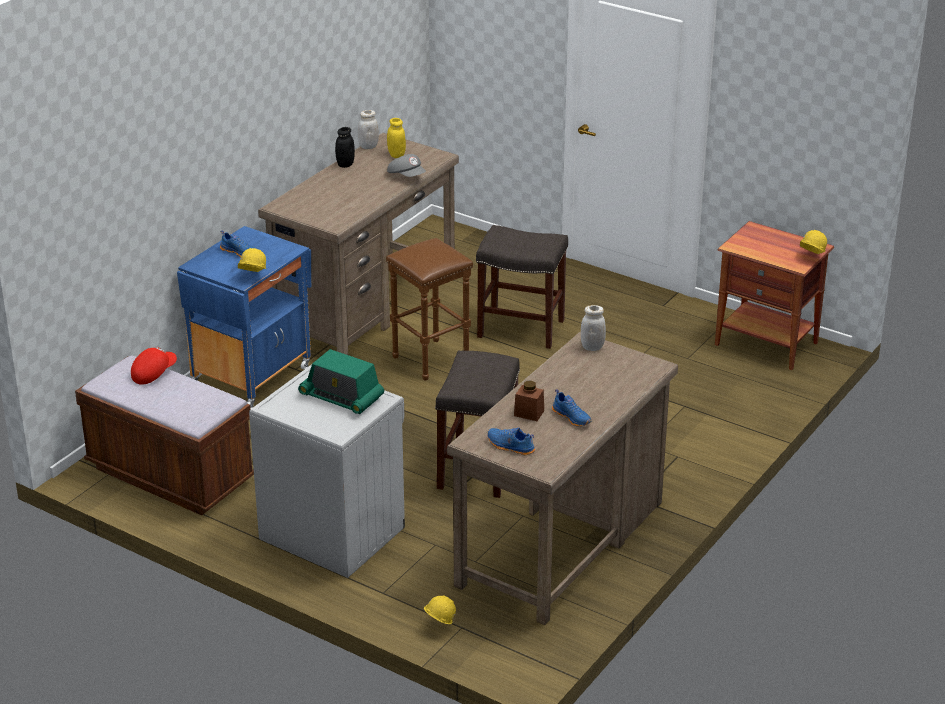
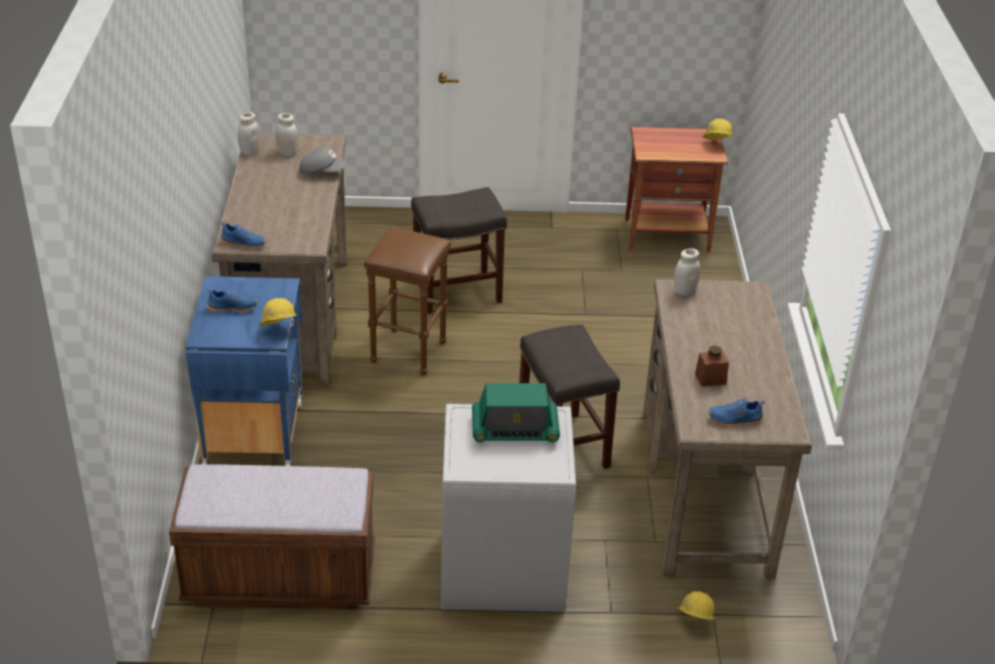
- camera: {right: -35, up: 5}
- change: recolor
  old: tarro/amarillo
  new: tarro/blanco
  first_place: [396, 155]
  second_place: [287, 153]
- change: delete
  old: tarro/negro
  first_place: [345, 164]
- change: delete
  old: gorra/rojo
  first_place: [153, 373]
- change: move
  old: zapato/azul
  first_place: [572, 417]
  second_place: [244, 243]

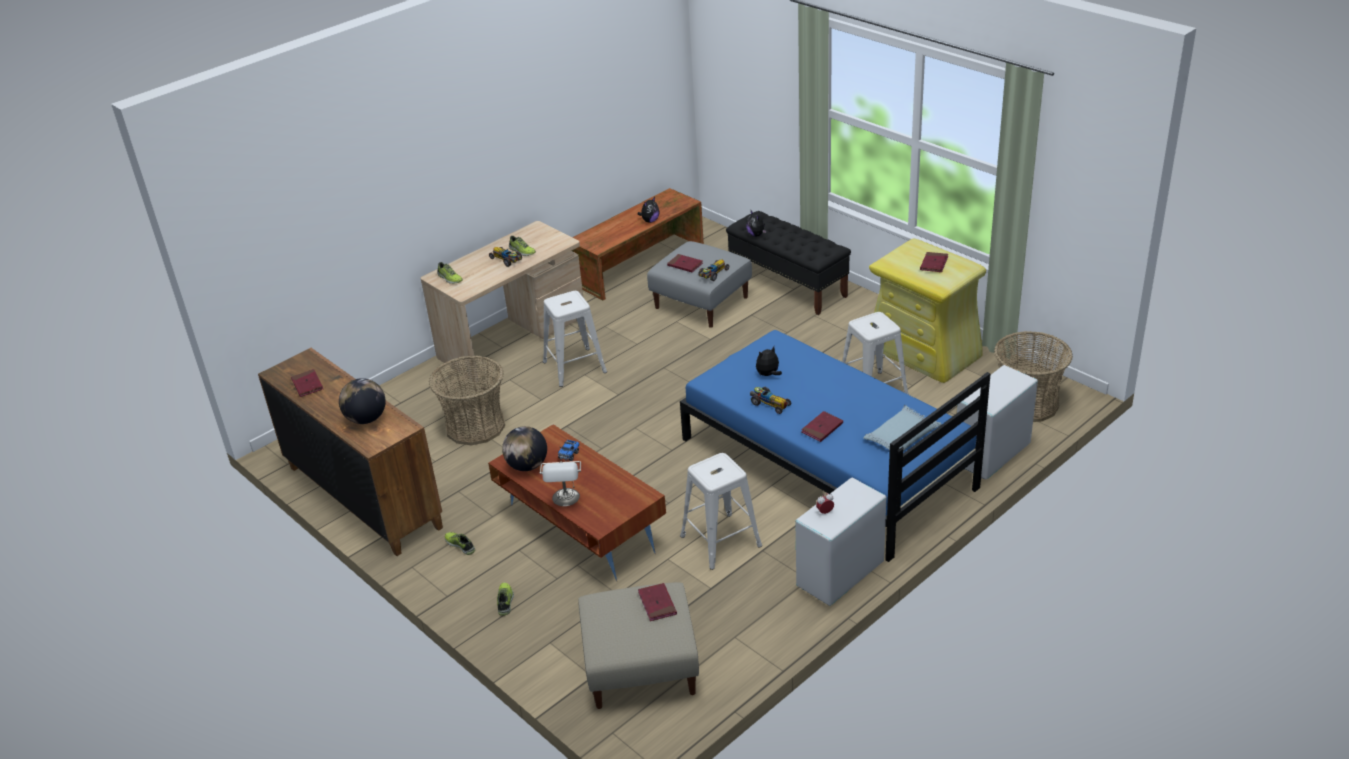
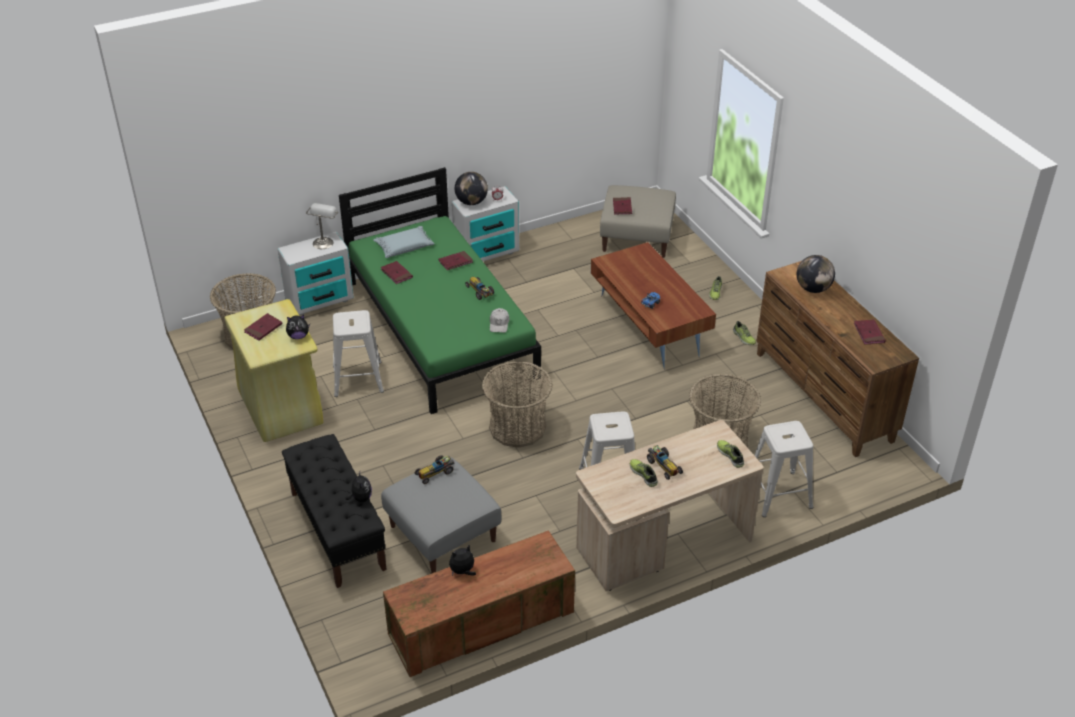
- camera: {right: -165, up: 5}
- change: move
  old: libro/rojo
  first_place: [685, 265]
  second_place: [396, 274]
- change: recolor
  old: cama/azul
  new: cama/verde
  first_place: [826, 463]
  second_place: [441, 329]
- change: move
  old: peluche
  first_place: [768, 375]
  second_place: [298, 336]
- change: move
  old: globo terráqueo
  first_place: [527, 466]
  second_place: [471, 202]
- change: move
  old: taburete/blanco
  first_place: [720, 541]
  second_place: [778, 494]
- change: move
  old: lámpara de mesa/blanco
  first_place: [566, 501]
  second_place: [324, 240]
- change: insert
  new: gorra/blanco
  second_place: [499, 324]
- change: insert
  new: cesta
  second_place: [517, 427]

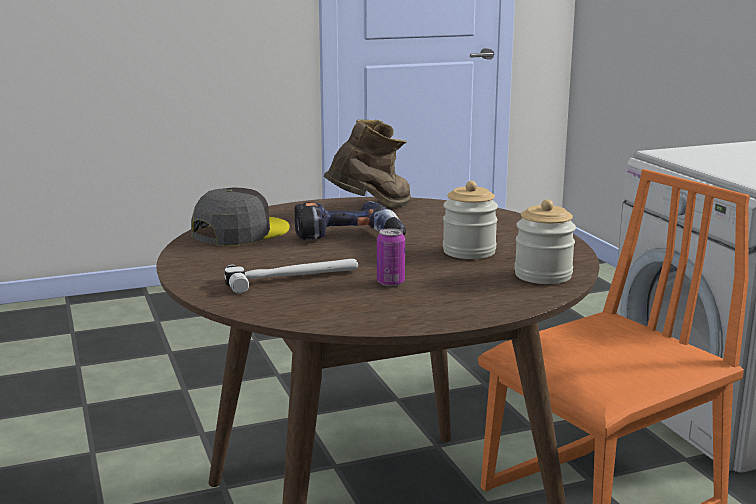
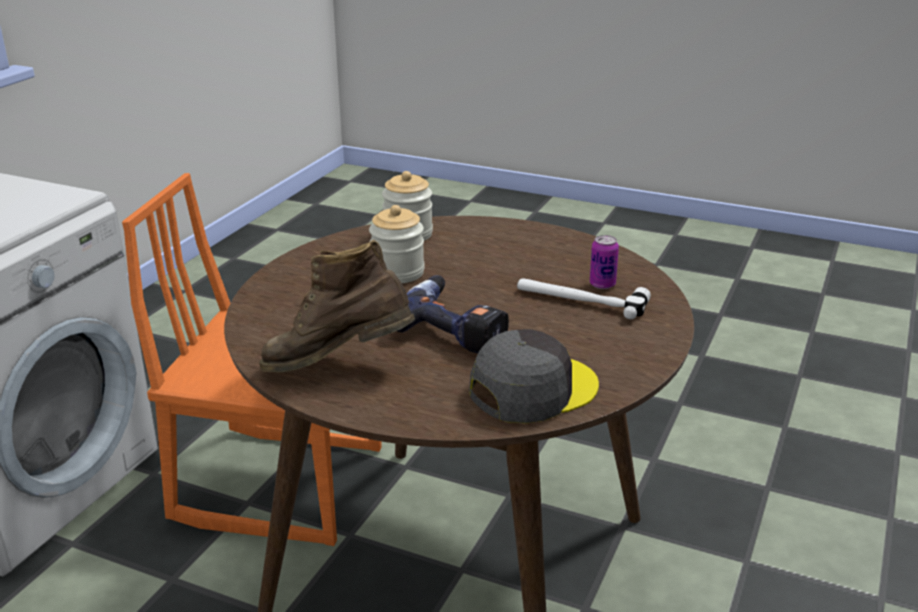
- camera: {right: -135, up: 10}
- change: rotate
  old: gorra/gris
  first_place: [240, 232]
  second_place: [532, 389]
  degrees: 150
- change: move
  old: lata
  first_place: [390, 282]
  second_place: [602, 284]

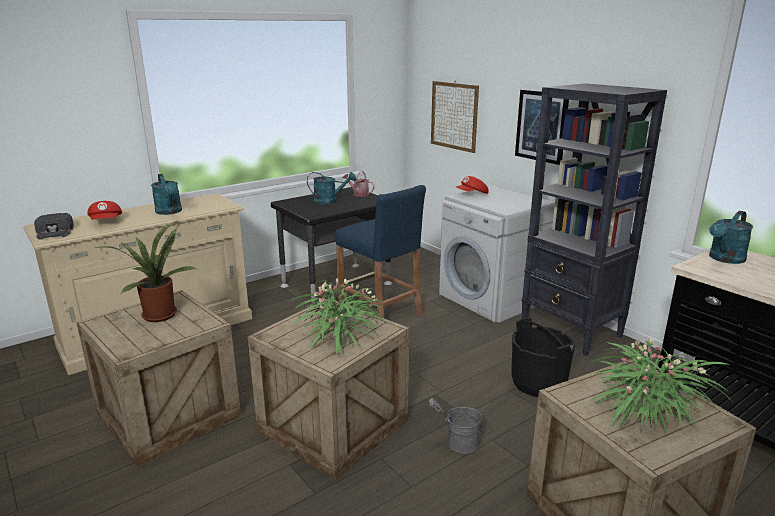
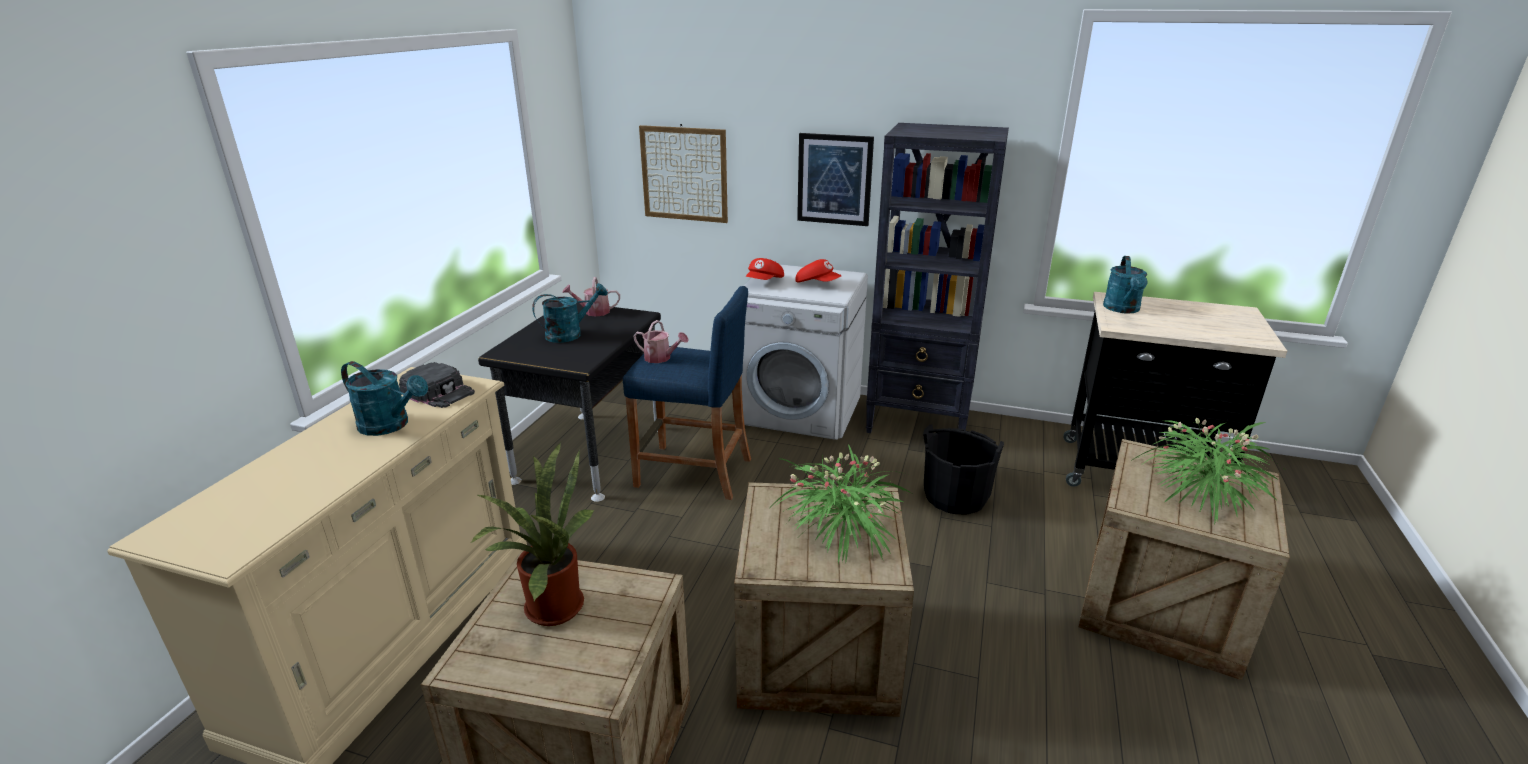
- camera: {right: -35, up: 5}
- change: move
  old: gorra/rojo
  first_place: [107, 222]
  second_place: [817, 284]
- change: move
  old: gorra/negro
  first_place: [55, 231]
  second_place: [439, 392]
- change: delete
  old: cubo/gris
  first_place: [457, 444]
- change: insert
  new: regadera
  second_place: [661, 358]

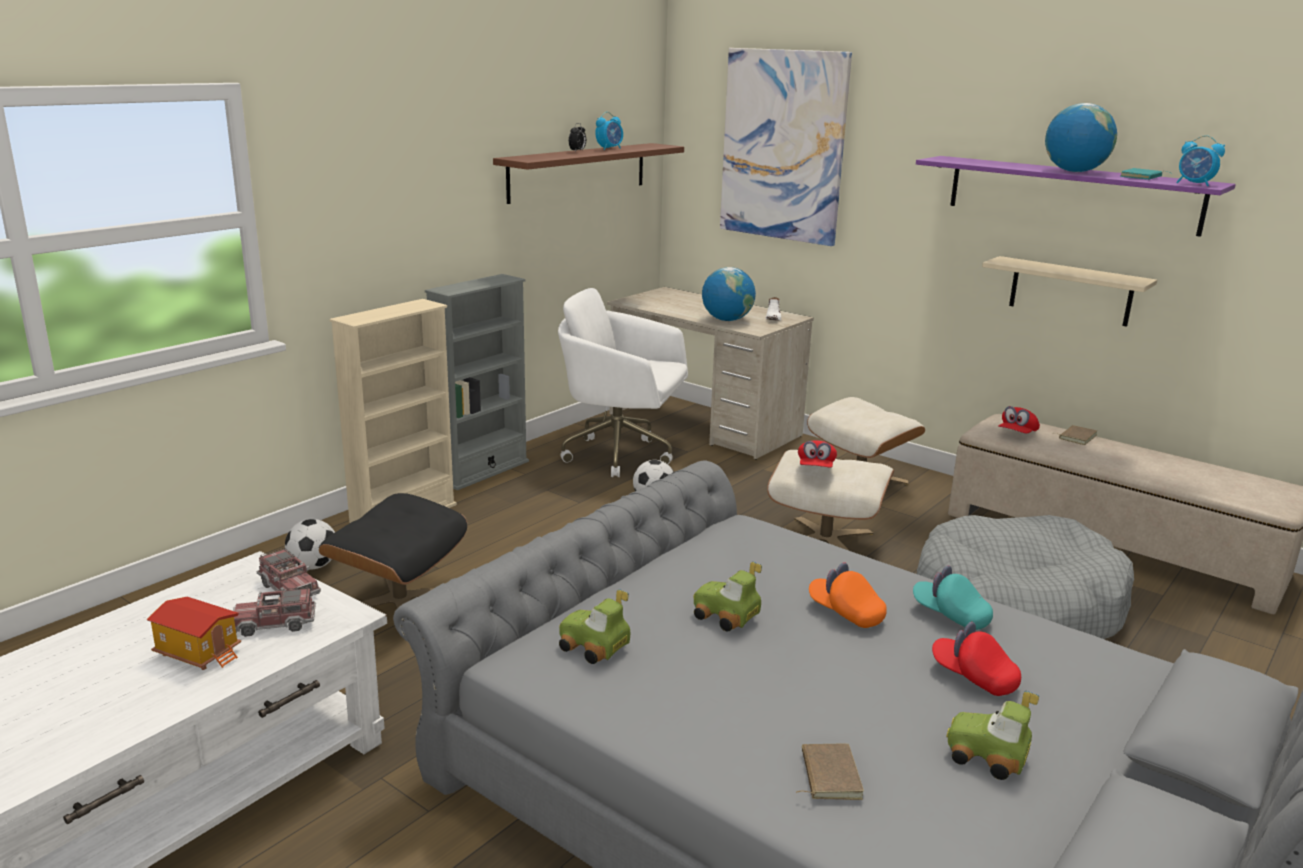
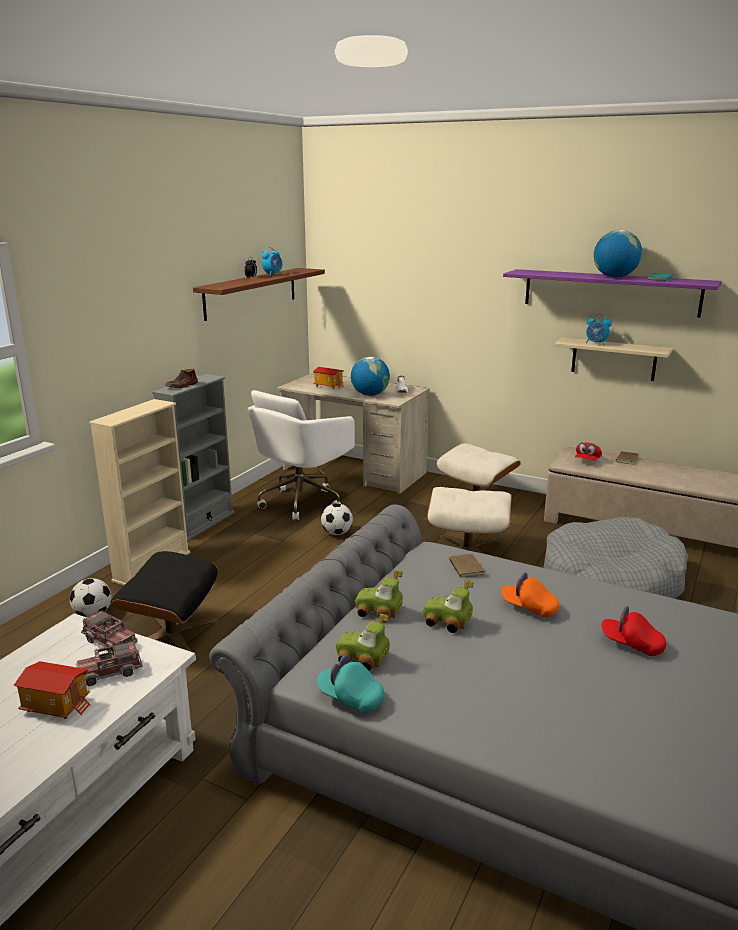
- camera: {right: -10, up: 0}
- change: delete
  old: cuadro
  first_place: [783, 146]
- change: move
  old: despertador
  first_place: [1194, 184]
  second_place: [596, 343]
- change: rotate
  old: silla de oficina/blanco
  first_place: [622, 456]
  second_place: [303, 501]
  degrees: -60
- change: delete
  old: gorra/rojo
  first_place: [815, 468]
- change: move
  old: gorra/turquesa
  first_place: [950, 615]
  second_place: [350, 698]
- change: move
  old: coche de juguete
  first_place: [986, 757]
  second_place: [378, 612]
- change: move
  old: libro/marrón
  first_place: [828, 775]
  second_place: [464, 568]
- change: insert
  new: casita
  second_place: [329, 386]
- change: insert
  new: zapato/marrón
  second_place: [182, 386]

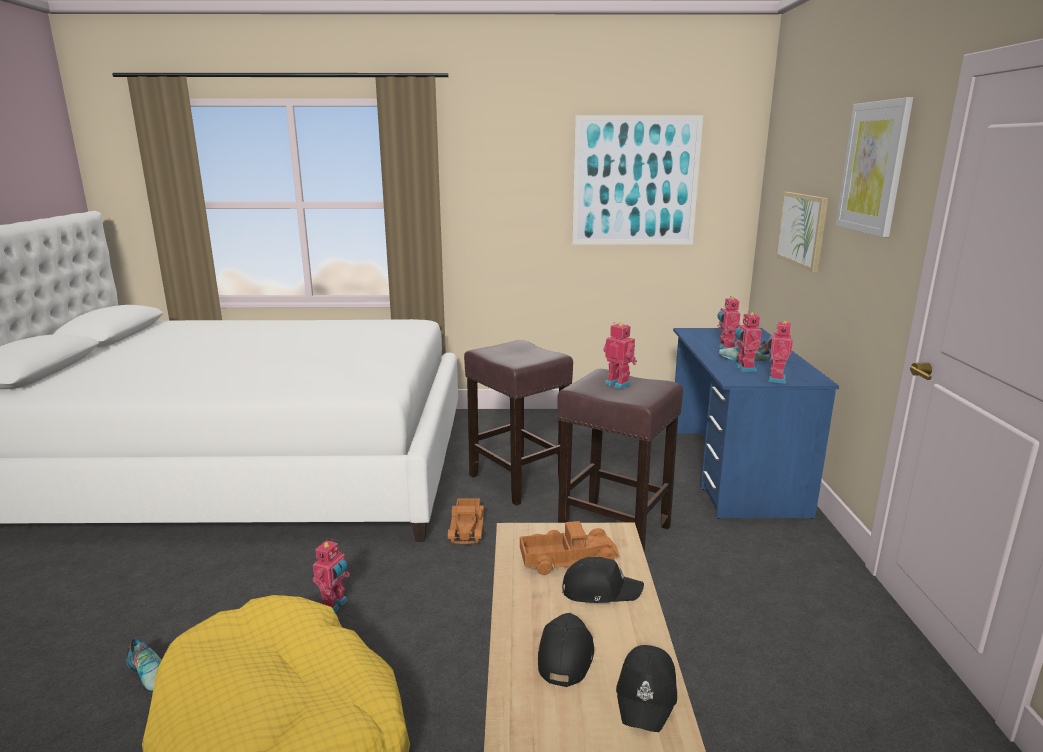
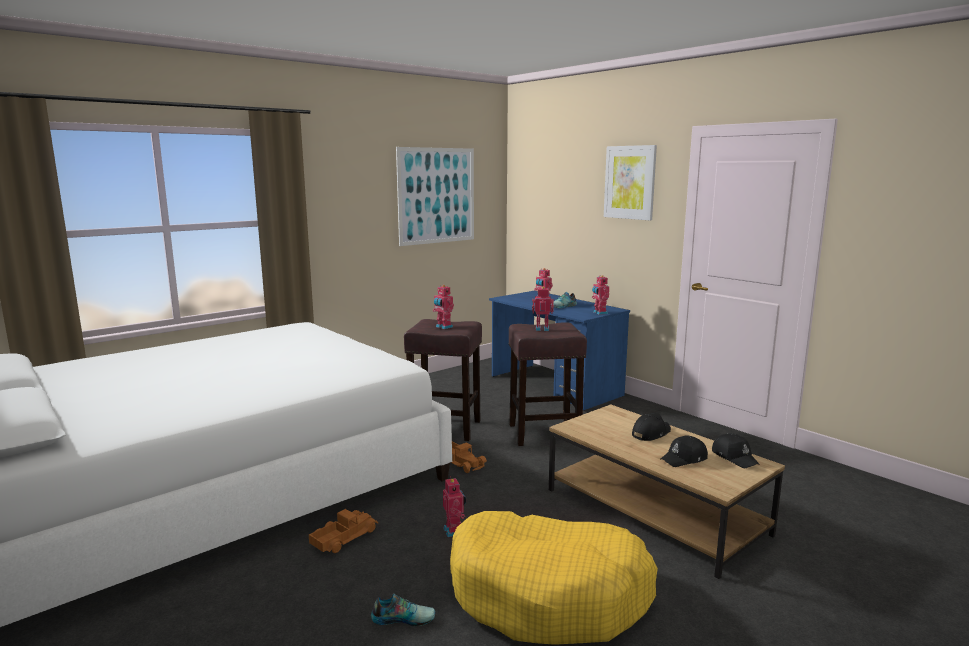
- camera: {right: -40, up: -5}
- change: delete
  old: cuadro
  first_place: [802, 229]
- change: move
  old: robot de juguete
  first_place: [744, 368]
  second_place: [443, 327]
- change: move
  old: camión de juguete
  first_place: [567, 559]
  second_place: [343, 537]
- change: rotate
  old: gorra/negro
  first_place: [565, 654]
  second_place: [684, 459]
  degrees: -90

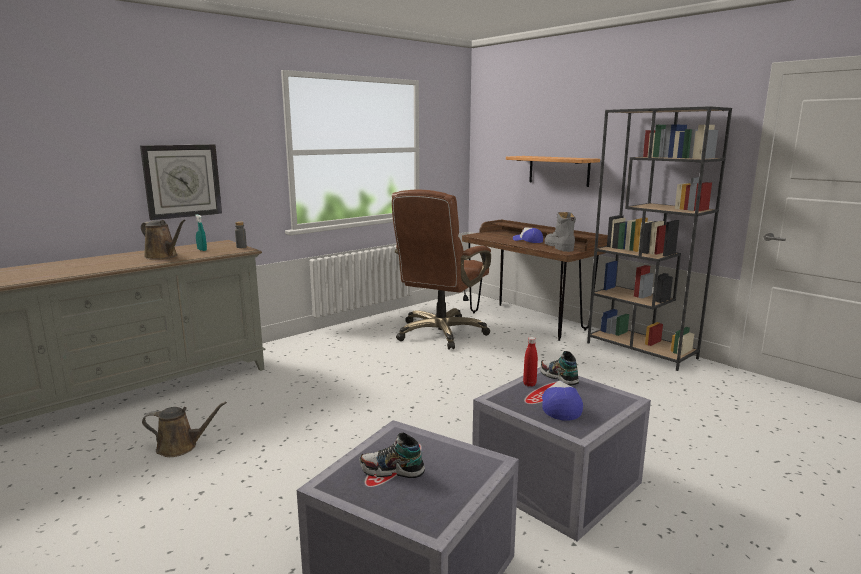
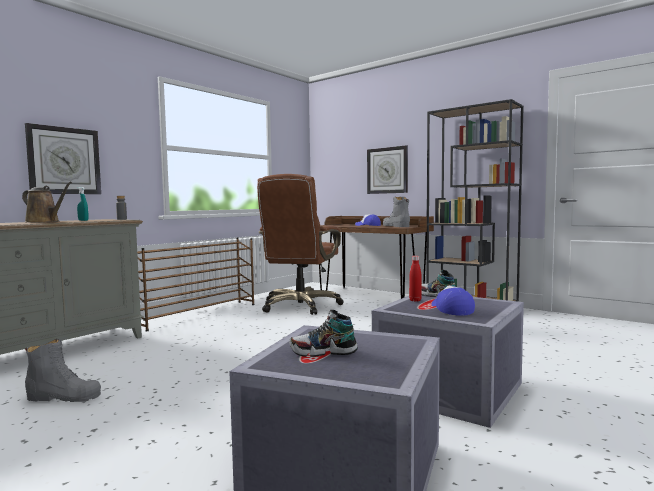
- camera: {right: -10, up: -10}
- change: replace
  old: estante
  new: reloj de pared
  first_place: [558, 170]
  second_place: [387, 170]
- change: replace
  old: regadera/marrón
  new: bota/gris
  first_place: [181, 447]
  second_place: [64, 397]
- change: insert
  new: zapatero/marrón
  second_place: [199, 315]

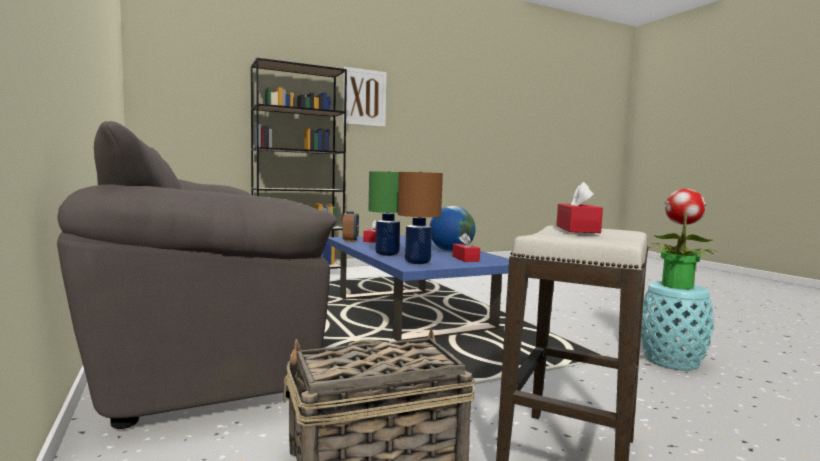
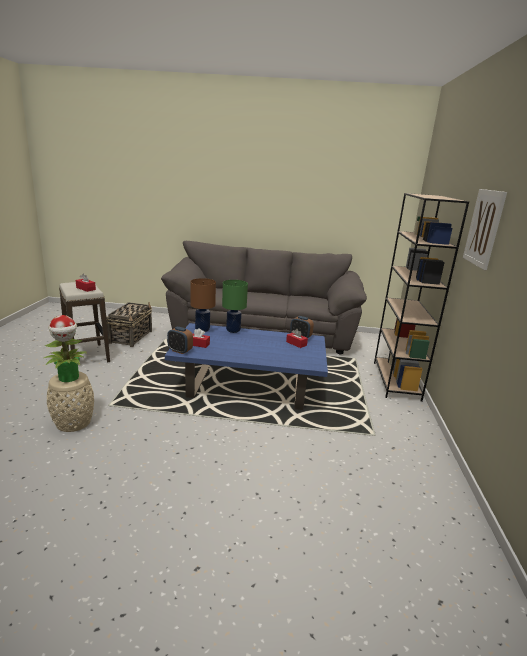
- camera: {right: 120, up: 15}
- change: delete
  old: globo terráqueo
  first_place: [451, 251]
- change: recolor
  old: taburete/turquesa
  new: taburete/beis
  first_place: [671, 361]
  second_place: [73, 422]
- change: insert
  new: despertador
  second_place: [180, 351]

